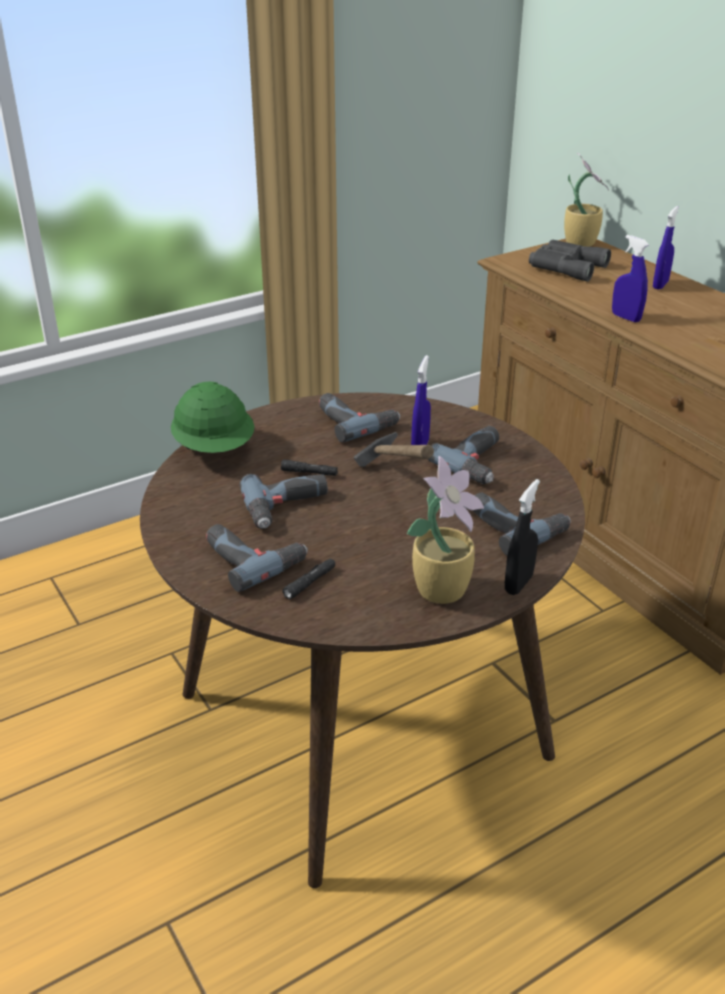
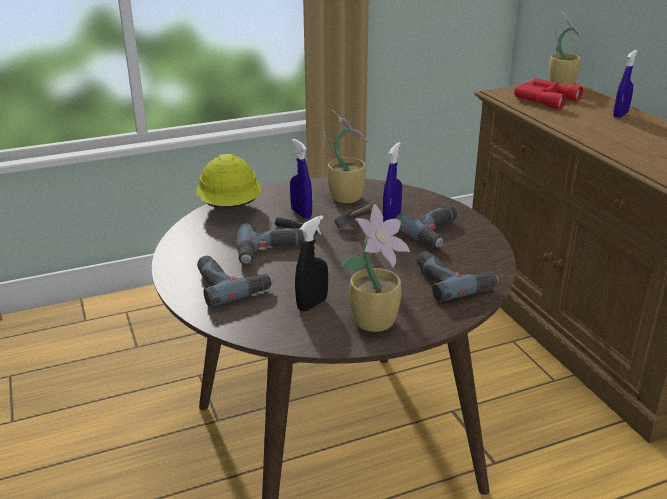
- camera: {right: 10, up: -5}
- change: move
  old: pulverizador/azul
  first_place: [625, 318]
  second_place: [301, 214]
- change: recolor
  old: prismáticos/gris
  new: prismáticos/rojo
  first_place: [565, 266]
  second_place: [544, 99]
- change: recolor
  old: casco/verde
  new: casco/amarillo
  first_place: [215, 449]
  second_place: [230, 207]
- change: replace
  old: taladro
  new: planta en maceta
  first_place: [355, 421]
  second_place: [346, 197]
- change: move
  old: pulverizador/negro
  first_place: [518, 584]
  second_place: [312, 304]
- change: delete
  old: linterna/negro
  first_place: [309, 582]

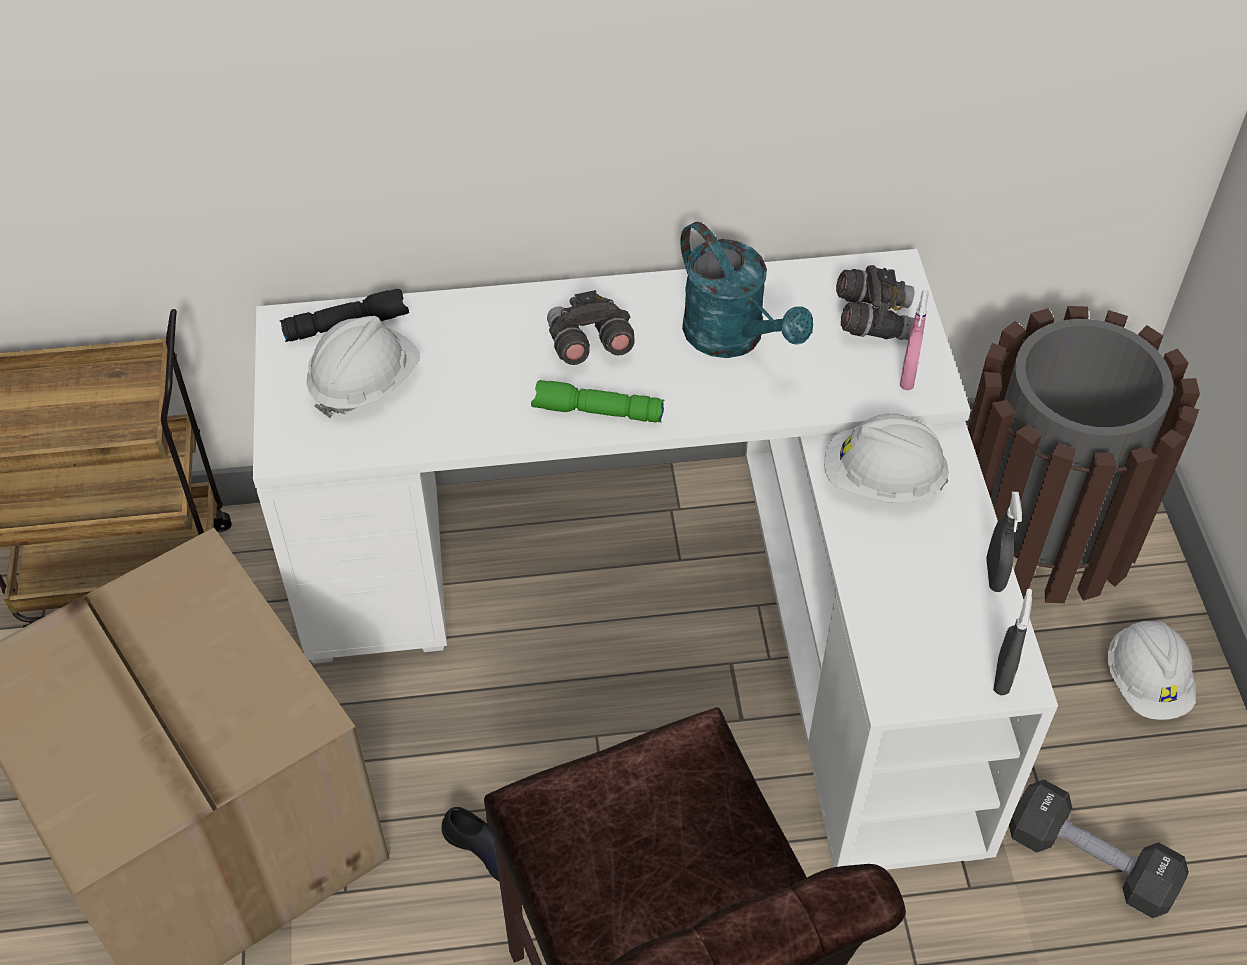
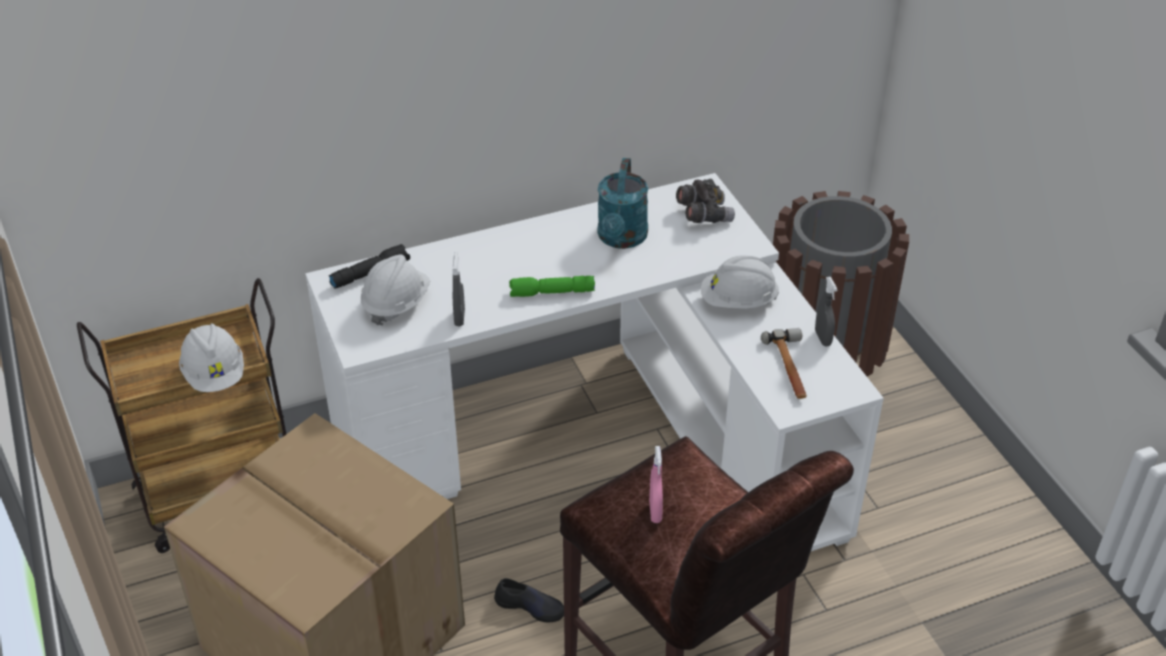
- camera: {right: -15, up: -10}
- change: rotate
  old: regadera/turquesa
  first_place: [734, 338]
  second_place: [621, 239]
  degrees: 60
- change: delete
  old: prismáticos/gris
  first_place: [588, 345]
- change: move
  old: pulverizador/rosa
  first_place: [908, 376]
  second_place: [655, 512]
- change: move
  old: pulverizador/gris
  first_place: [1002, 676]
  second_place: [459, 318]
- change: move
  old: casco/blanco
  first_place: [1146, 683]
  second_place: [215, 375]
- change: delete
  old: mancuerna/negro
  first_place: [1090, 861]
- change: insert
  new: martillo
  second_place: [790, 368]

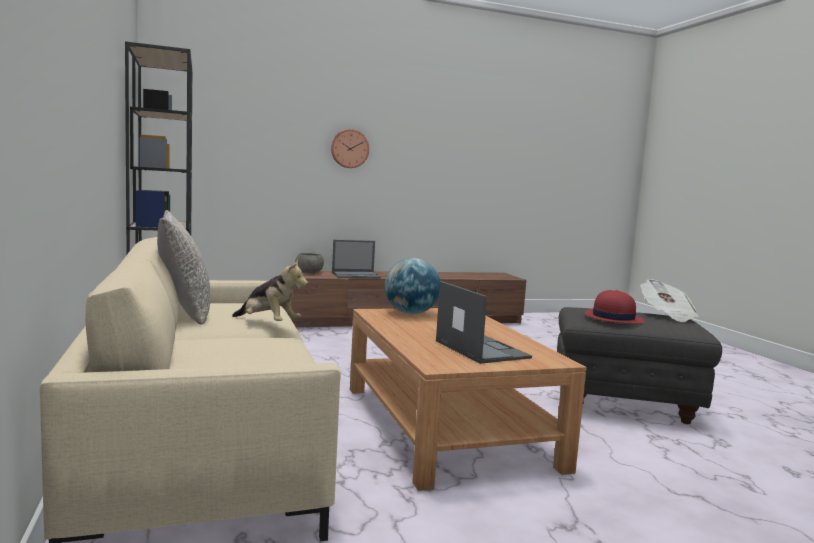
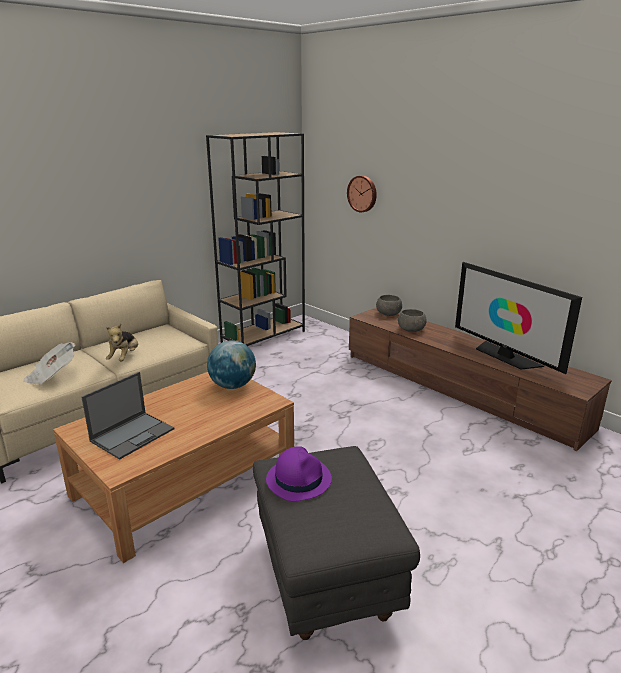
- camera: {right: 65, up: 15}
- change: move
  old: reloj de pared
  first_place: [349, 148]
  second_place: [362, 193]
- change: delete
  old: cojín/gris
  first_place: [184, 312]
- change: replace
  old: portátil
  new: cuenco/gris
  first_place: [356, 275]
  second_place: [411, 329]
- change: move
  old: periódico
  first_place: [667, 315]
  second_place: [52, 376]
- change: recolor
  old: sombrero/rojo
  new: sombrero/morado
  first_place: [613, 318]
  second_place: [298, 479]
- change: insert
  new: televisor
  second_place: [505, 356]

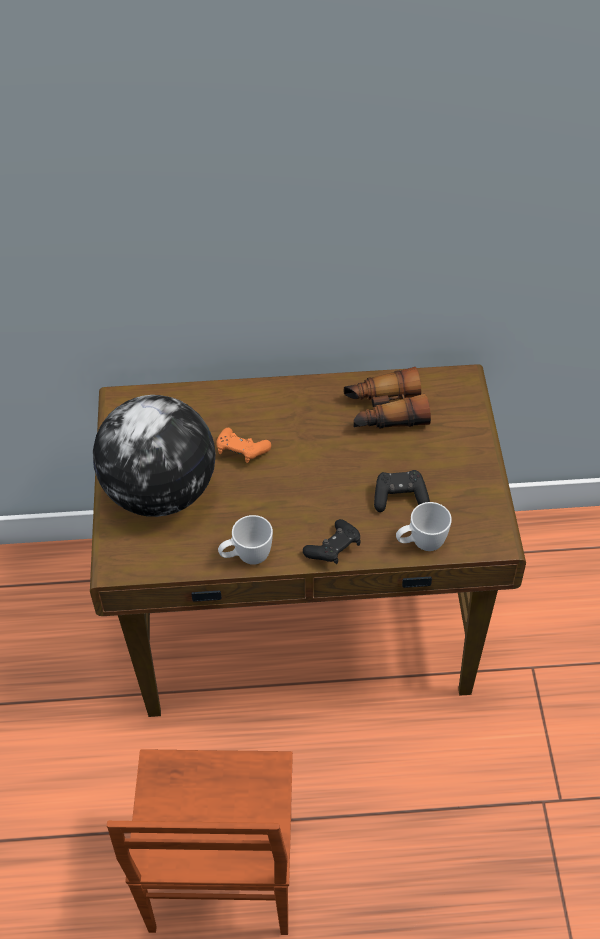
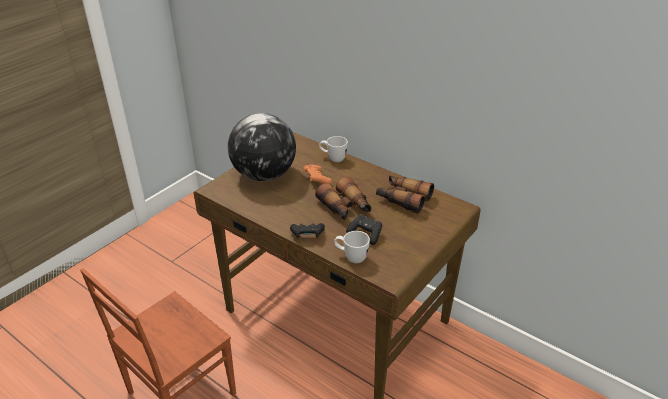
- camera: {right: 40, up: -15}
- change: move
  old: taza grande/blanco
  first_place: [246, 557]
  second_place: [333, 158]
- change: insert
  new: prismáticos
  second_place: [345, 208]

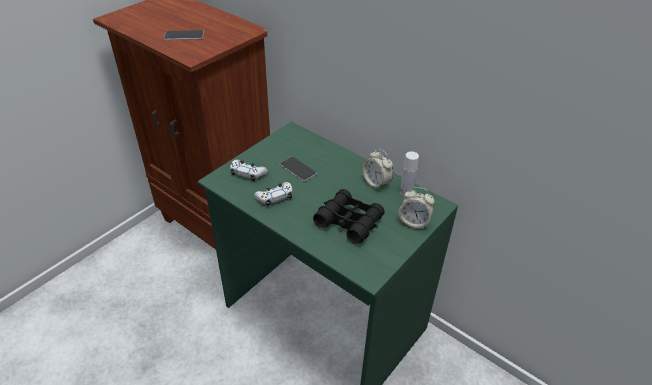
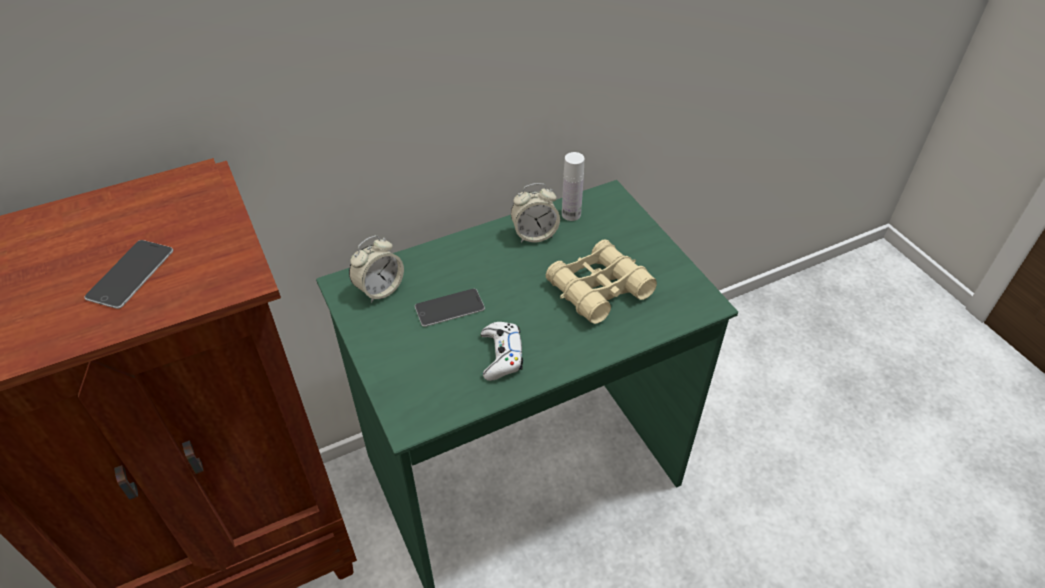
- camera: {right: -65, up: 5}
- change: delete
  old: mando de consola/blanco
  first_place: [248, 173]
- change: move
  old: despertador
  first_place: [414, 222]
  second_place: [379, 289]
- change: recolor
  old: prismáticos/negro
  new: prismáticos/beis
  first_place: [349, 221]
  second_place: [598, 289]

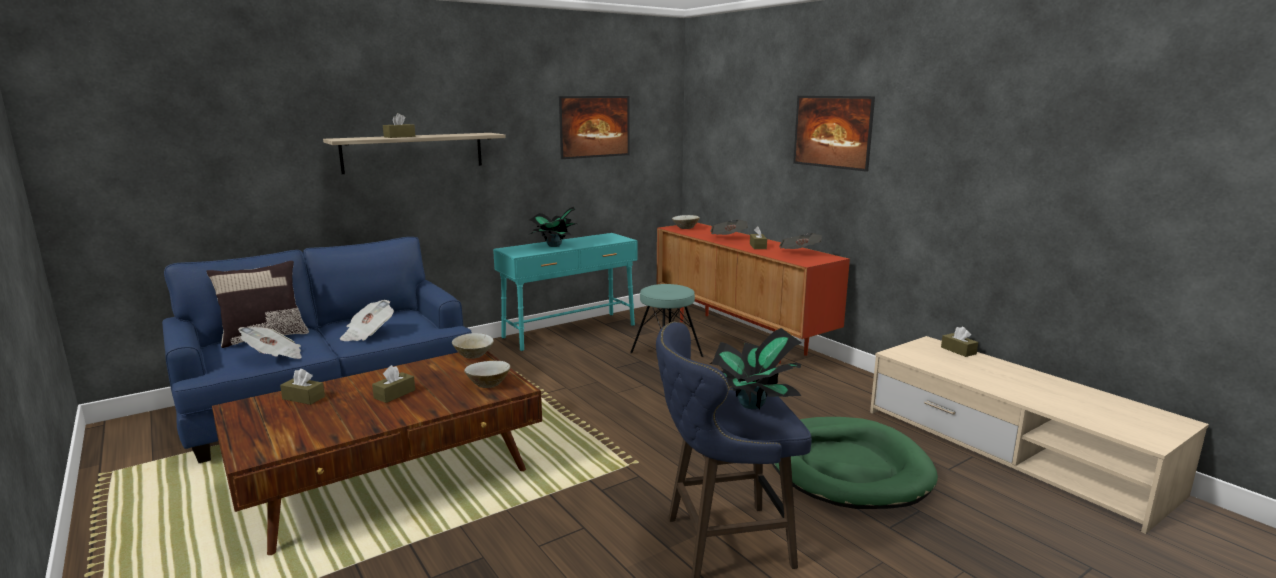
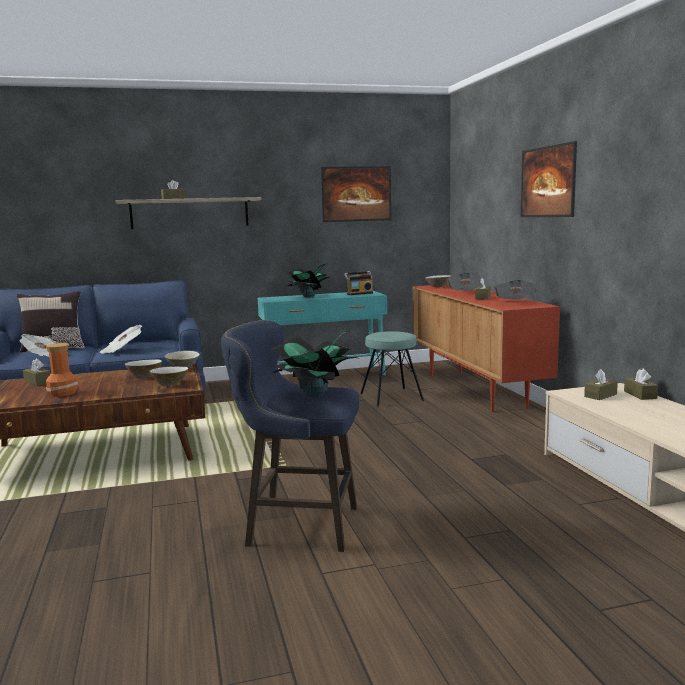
- camera: {right: 20, up: -5}
- change: move
  old: caja de pañuelos/marrón
  first_place: [394, 394]
  second_place: [600, 395]
- change: delete
  old: cama para perro/verde
  first_place: [846, 468]
- change: insert
  new: radio
  second_place: [359, 293]
- change: insert
  new: florero
  second_place: [63, 393]
- change: insert
  new: cuenco/beis
  second_place: [144, 376]

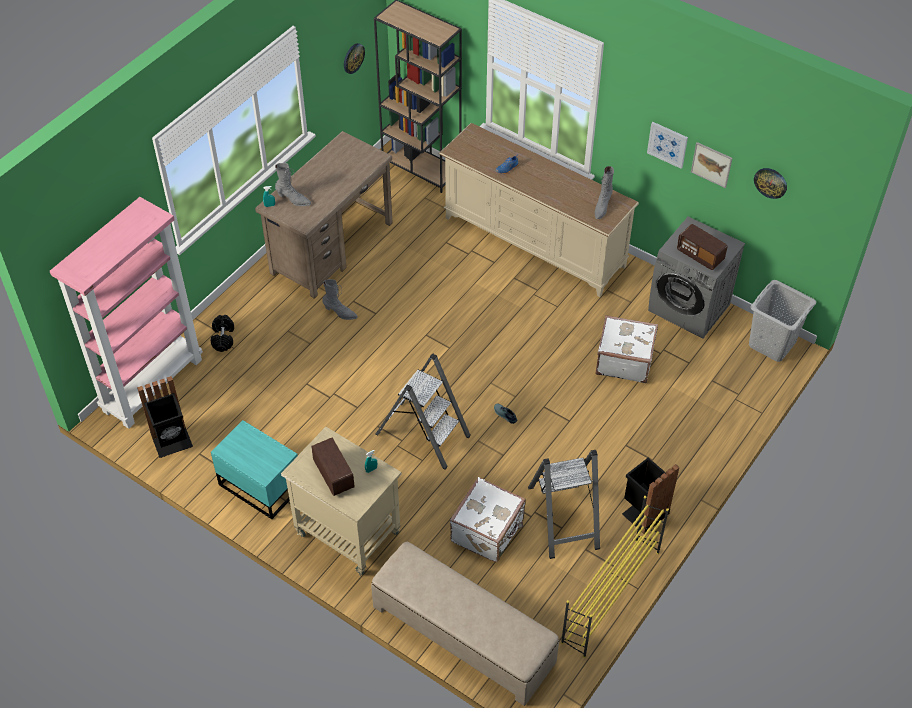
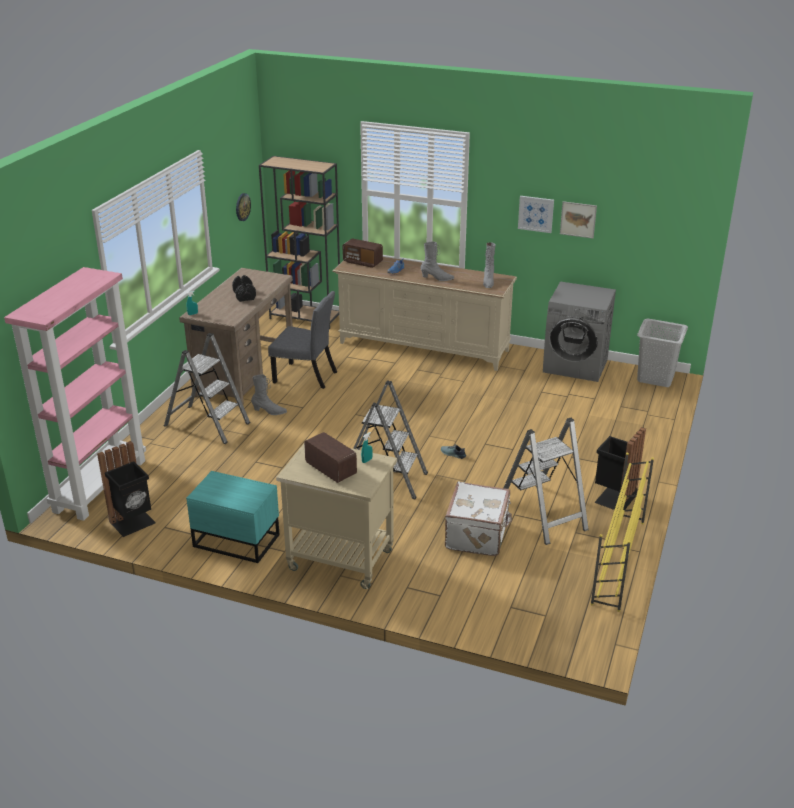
- camera: {right: -15, up: -20}
- change: move
  old: bota/gris
  first_place: [293, 200]
  second_place: [437, 278]
- change: delete
  old: reloj de pared
  first_place: [770, 182]
- change: move
  old: radio
  first_place: [700, 255]
  second_place: [363, 262]
- change: move
  old: mancuerna/negro
  first_place: [223, 338]
  second_place: [244, 295]
- change: delete
  old: maleta/blanco
  first_place: [624, 360]
- change: delete
  old: banco/beis
  first_place: [462, 634]
- change: insert
  new: silla/gris
  second_place: [304, 376]
- change: insert
  new: escalera de tijera/gris
  second_place: [206, 423]

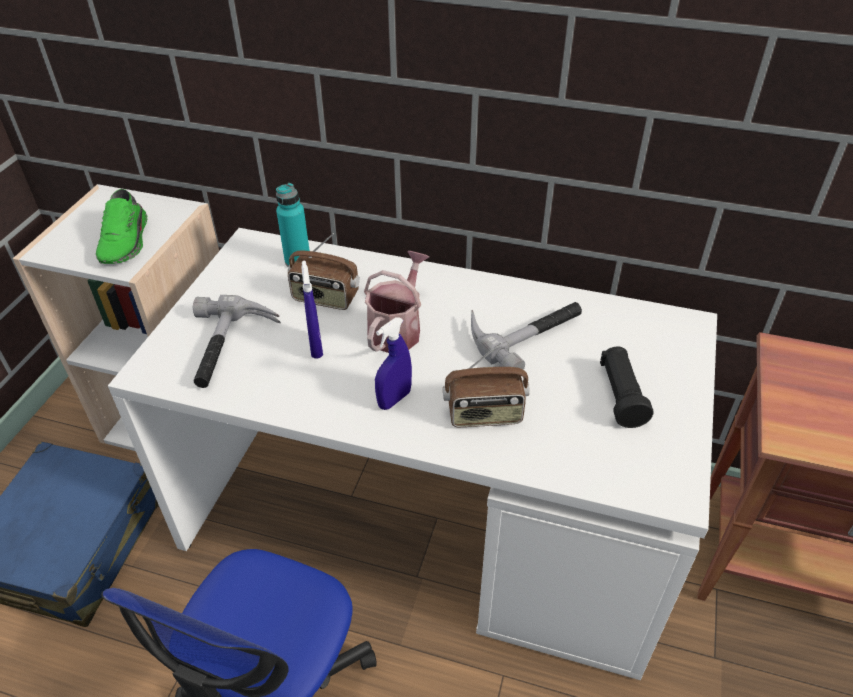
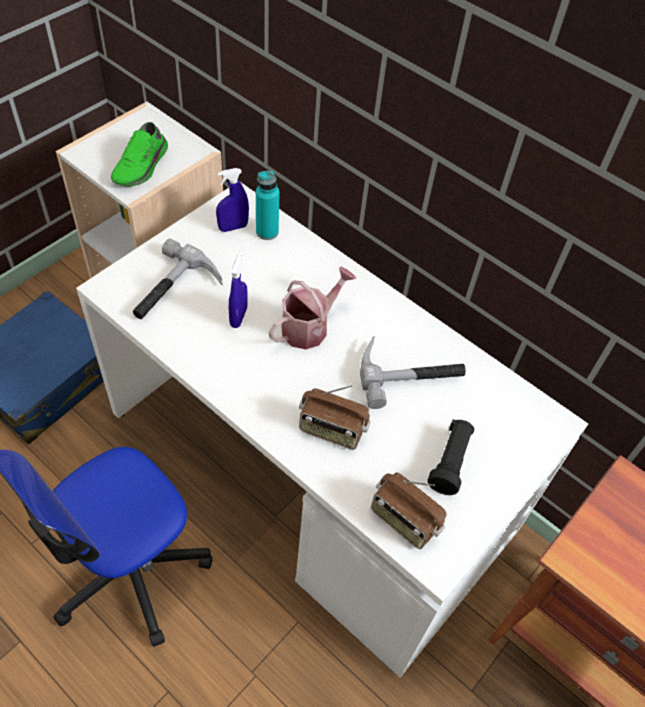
- camera: {right: 20, up: 10}
- change: move
  old: radio
  first_place: [325, 298]
  second_place: [403, 521]
- change: move
  old: pulverizador/azul
  first_place: [394, 399]
  second_place: [233, 227]

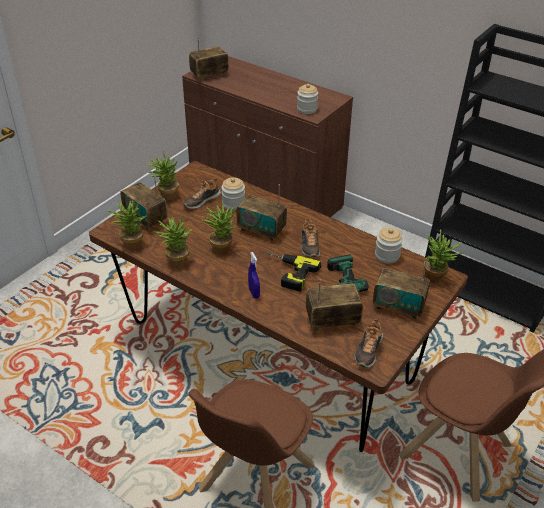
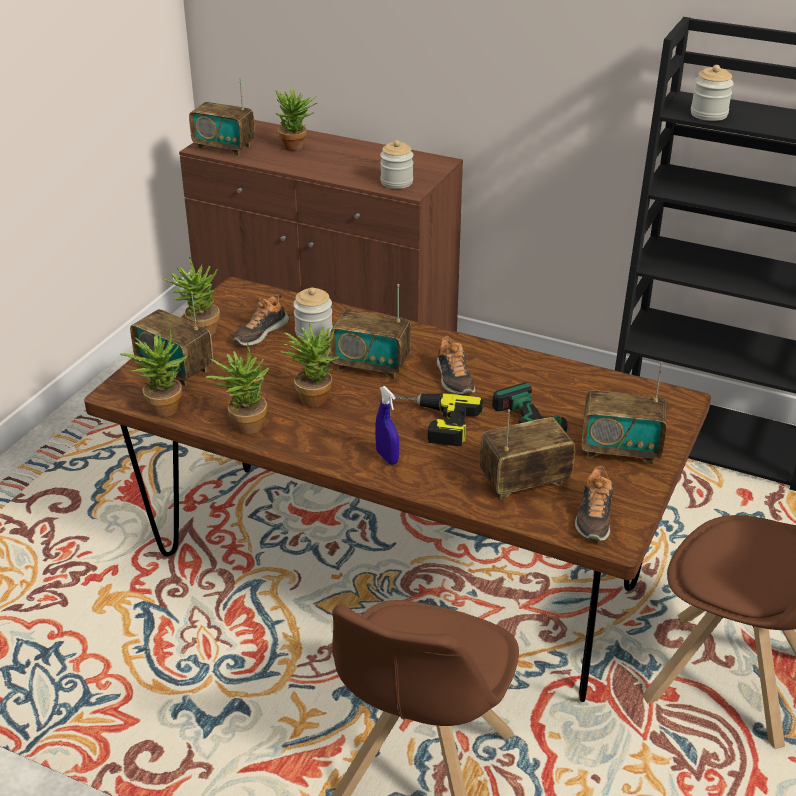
- camera: {right: -10, up: -5}
- change: rotate
  old: radio
  first_place: [209, 75]
  second_place: [224, 147]
  degrees: -120
- change: move
  old: tarro
  first_place: [387, 255]
  second_place: [709, 114]
- change: move
  old: planta en maceta
  first_place: [437, 278]
  second_place: [297, 147]

